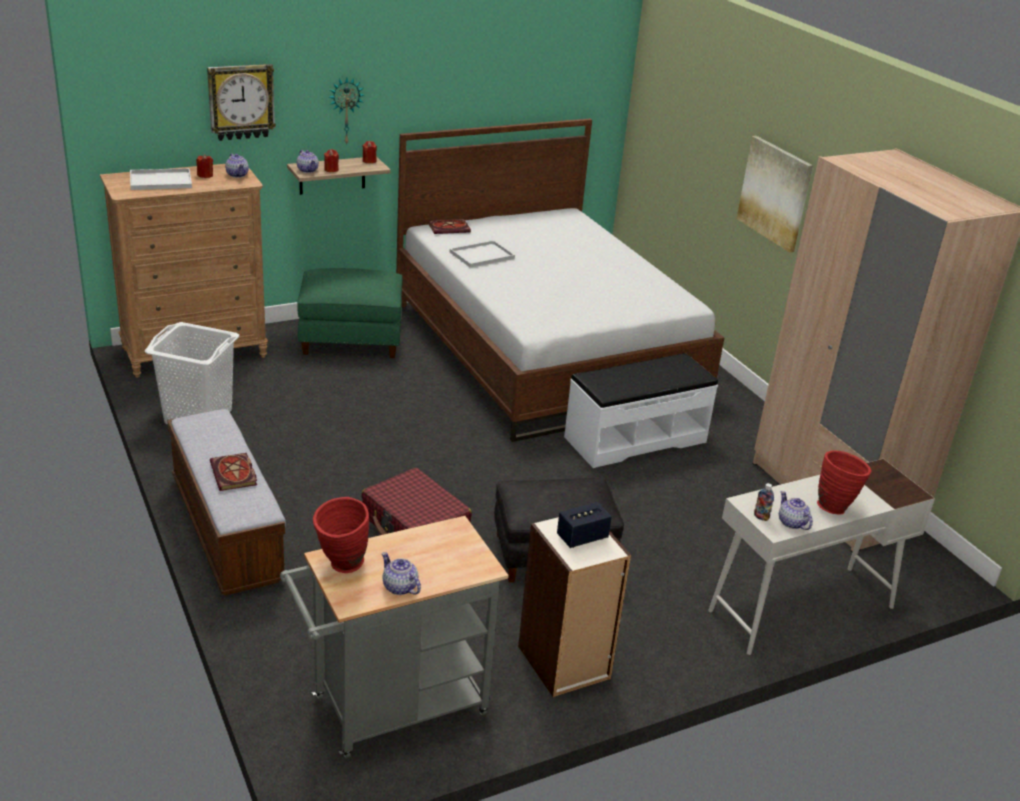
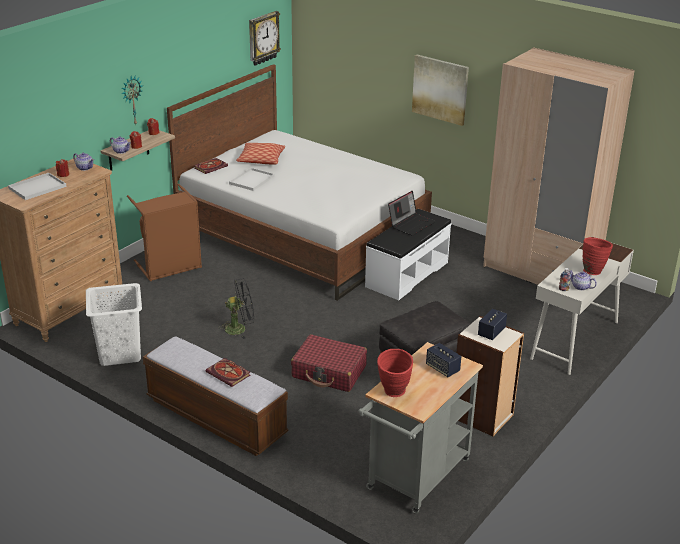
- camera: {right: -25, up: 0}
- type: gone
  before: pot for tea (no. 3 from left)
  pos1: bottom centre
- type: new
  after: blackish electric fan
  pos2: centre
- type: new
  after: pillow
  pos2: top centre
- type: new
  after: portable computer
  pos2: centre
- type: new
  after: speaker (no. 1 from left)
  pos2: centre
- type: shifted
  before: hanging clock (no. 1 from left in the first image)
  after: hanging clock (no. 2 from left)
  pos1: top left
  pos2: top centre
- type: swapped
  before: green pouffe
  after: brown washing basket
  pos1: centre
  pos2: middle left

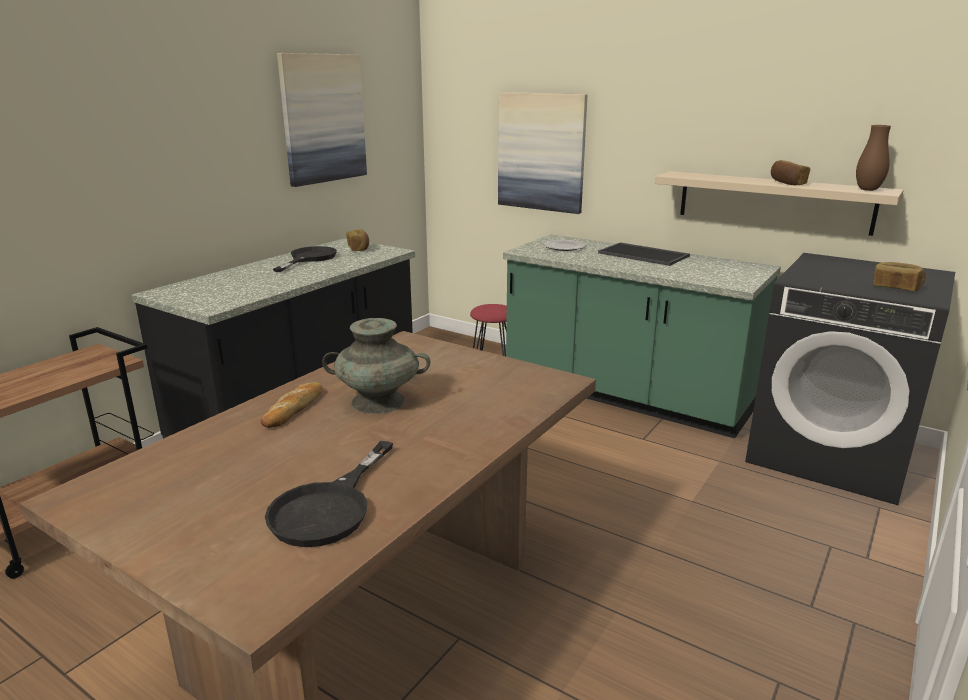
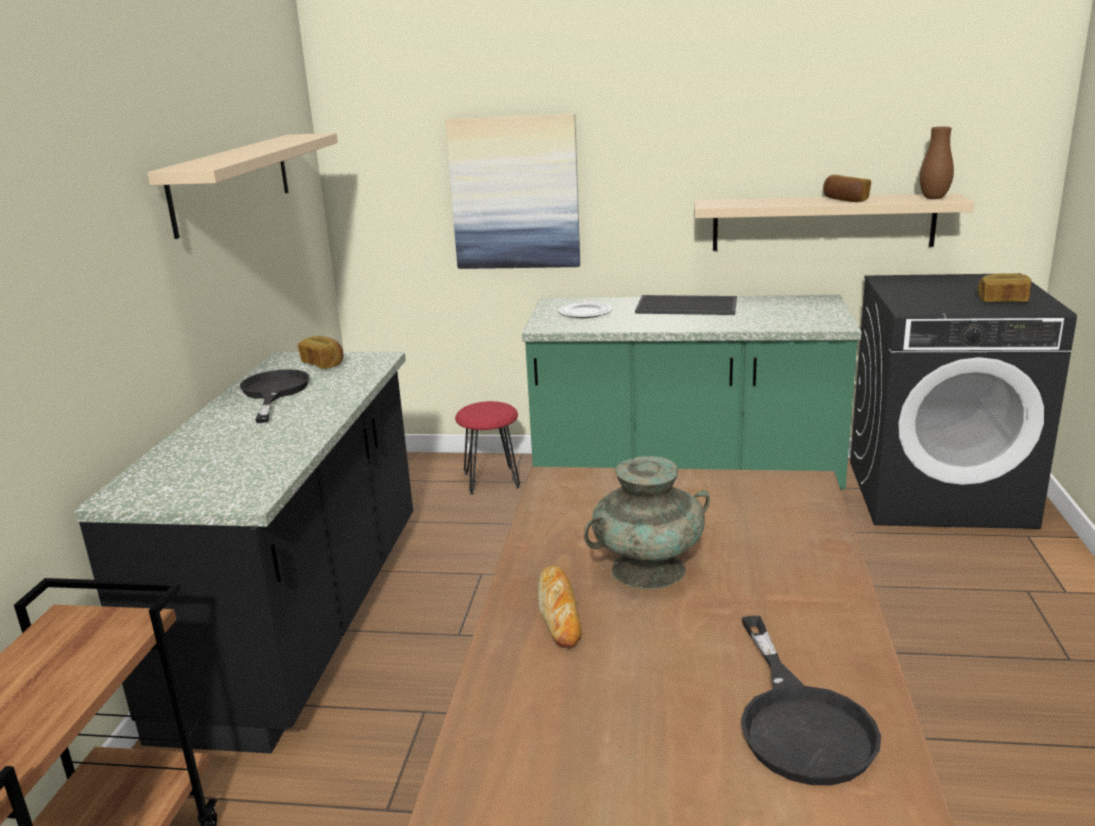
- camera: {right: -25, up: 0}
- type: swapped
  before: wall art (no. 1 from left)
  after: beige-coloured bracket shelf (no. 1 from left)
  pos1: top left
  pos2: top left

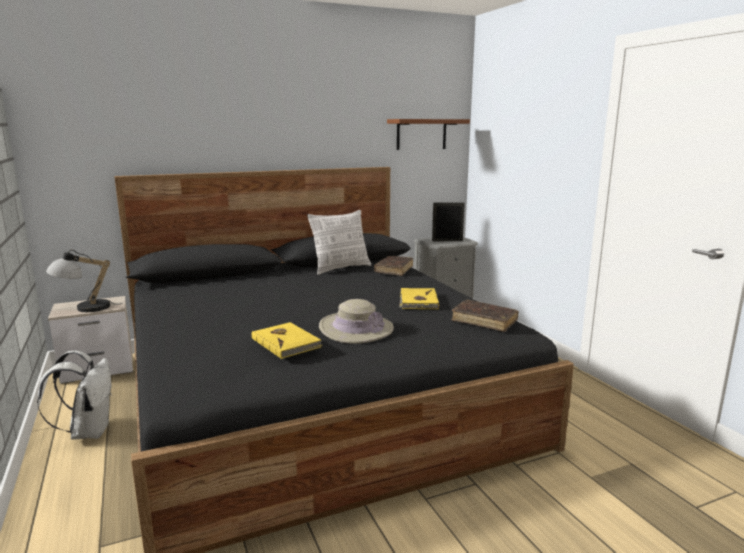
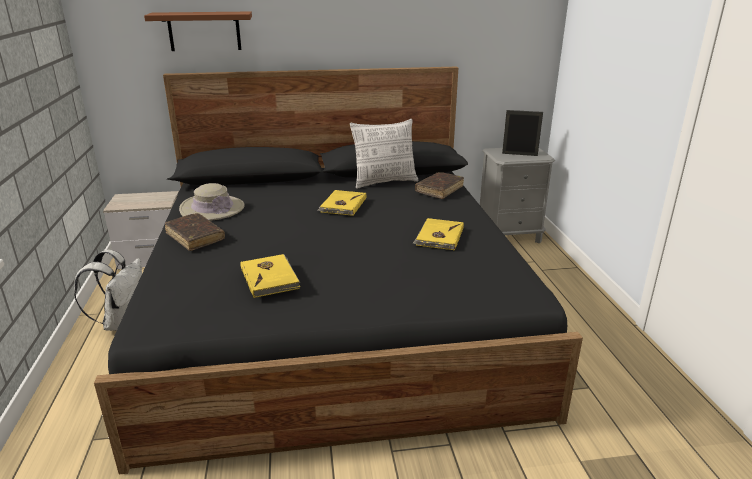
- camera: {right: 15, up: 10}
- type: gone
  before: lamp for a table
  pos1: middle left
- type: new
  after: yellow volume (no. 2 from left)
  pos2: centre
- type: shifted
  before: beige-coloured clothing hat
  pos1: centre
  pos2: middle left
- type: shifted
  before: brown bracket shelf
  pos1: top centre
  pos2: top left
- type: shifted
  before: brown volume (no. 2 from left in the first image)
  after: brown volume (no. 1 from left)
  pos1: centre
  pos2: middle left

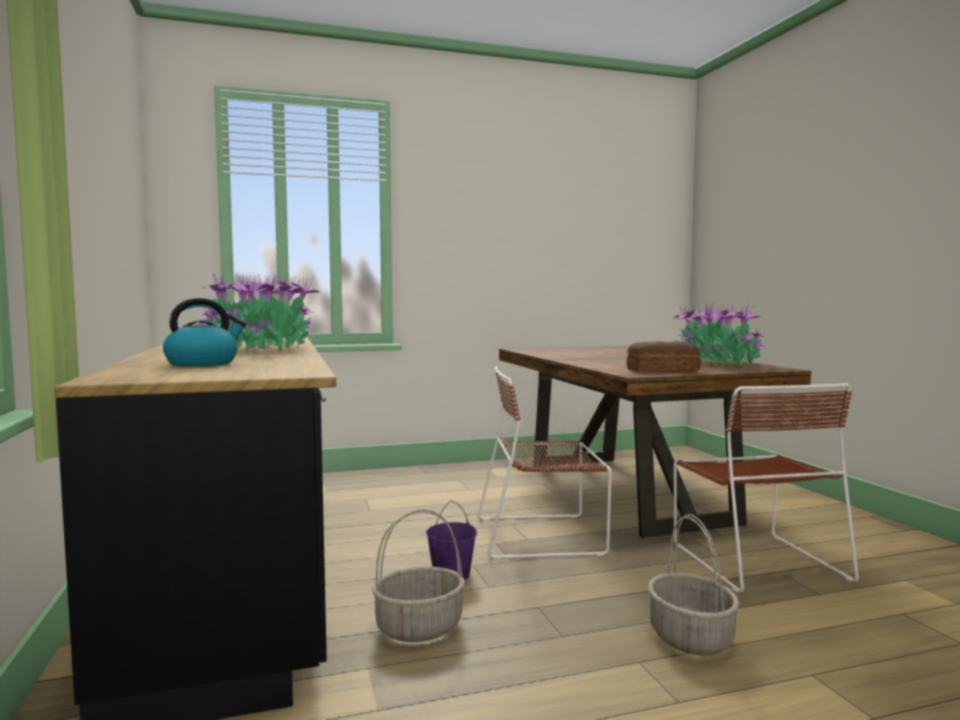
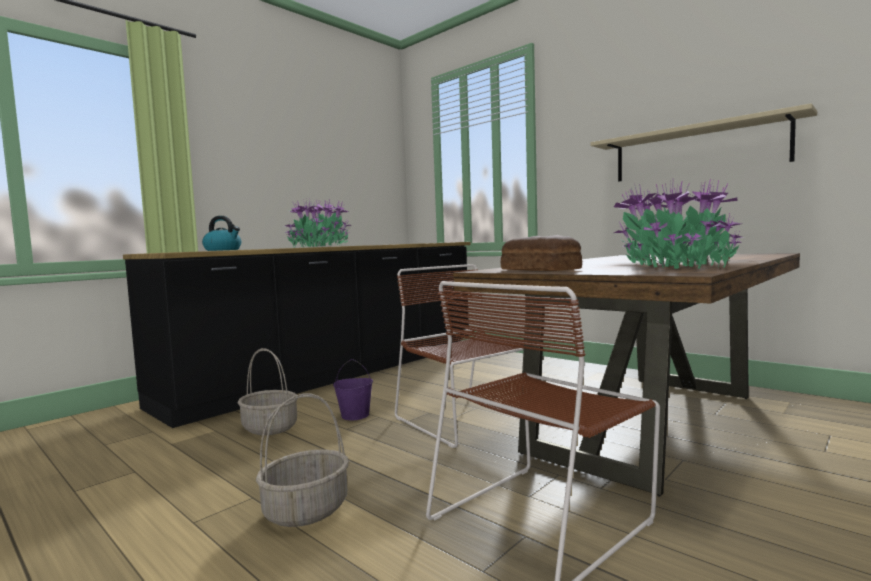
- camera: {right: 60, up: 0}
- type: new
  after: beige-coloured bracket shelf
  pos2: top right

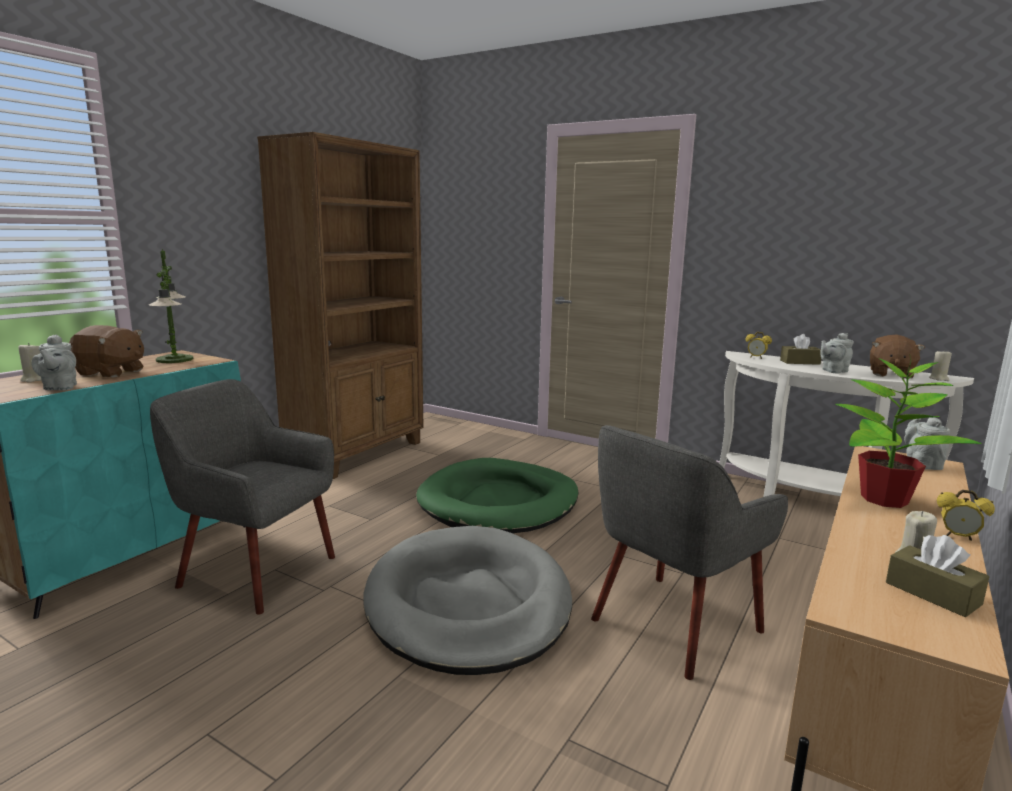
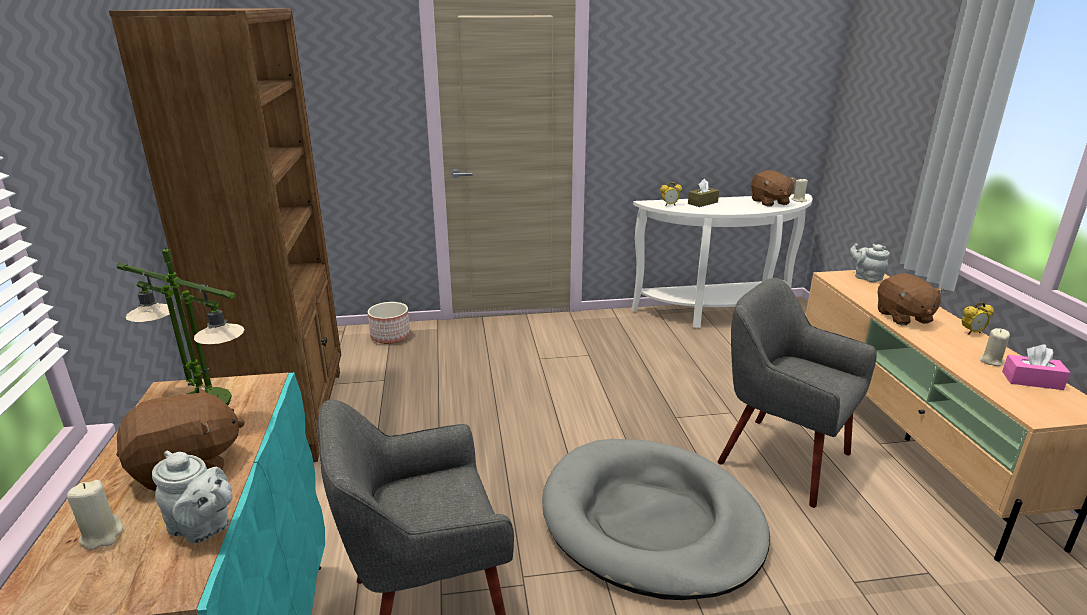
- camera: {right: -40, up: 10}
- type: gone
  before: green dog cushion
  pos1: centre
- type: gone
  before: grey pot for tea (no. 2 from left)
  pos1: middle right
- type: new
  after: planter
  pos2: centre
- type: swapped
  before: houseplant
  after: brown cuddly toy (no. 3 from left)
  pos1: middle right
  pos2: middle right
- type: repainted
  before: brown tissue holder (no. 2 from left)
  after: pink-coloured tissue holder
  pos1: bottom right
  pos2: middle right
- type: rotated
  before: grey lounge chair (no. 2 from left)
  pos1: bottom right
  pos2: middle right
  turn: 120

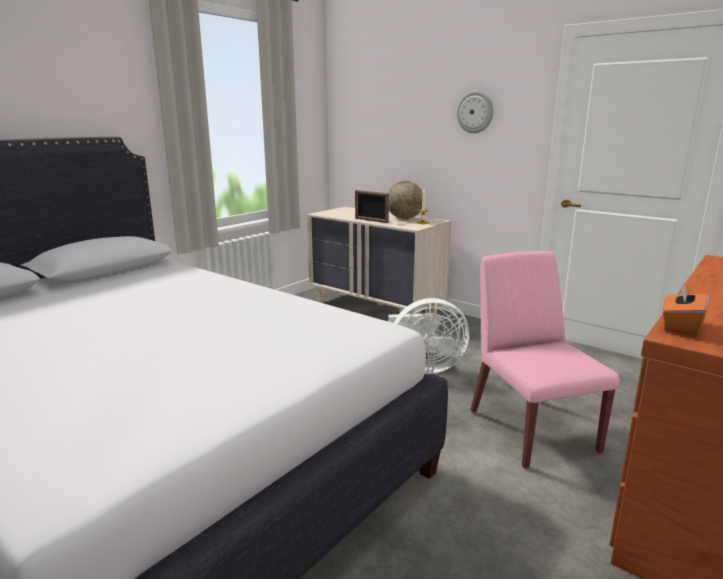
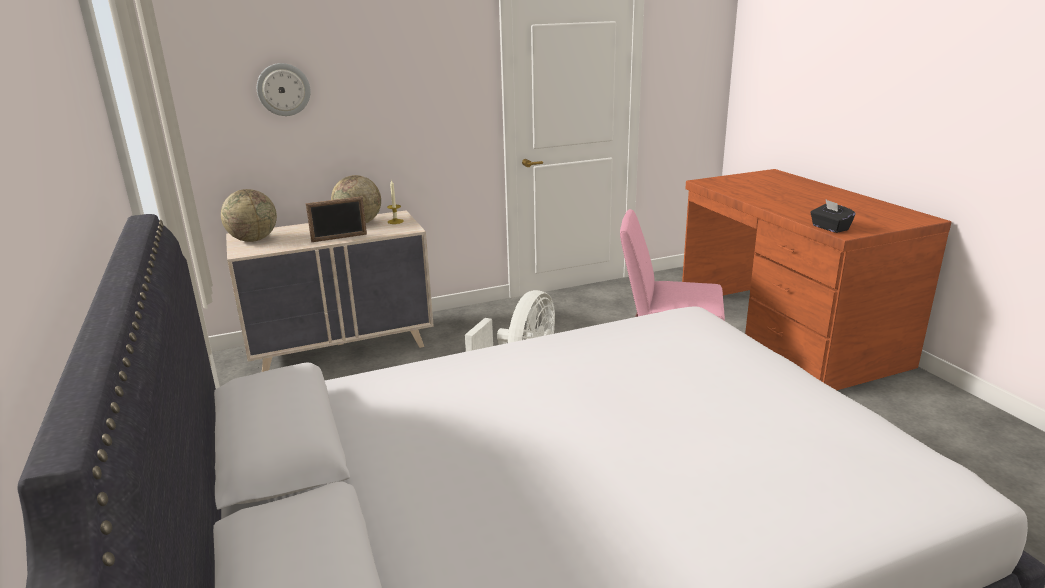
- camera: {right: -60, up: 5}
- type: new
  after: world globe (no. 1 from left)
  pos2: middle left
- type: shifted
  before: hanging clock
  pos1: top centre
  pos2: top left
- type: repainted
  before: orangey tissue holder
  after: blackish tissue holder
  pos1: middle right
  pos2: middle right

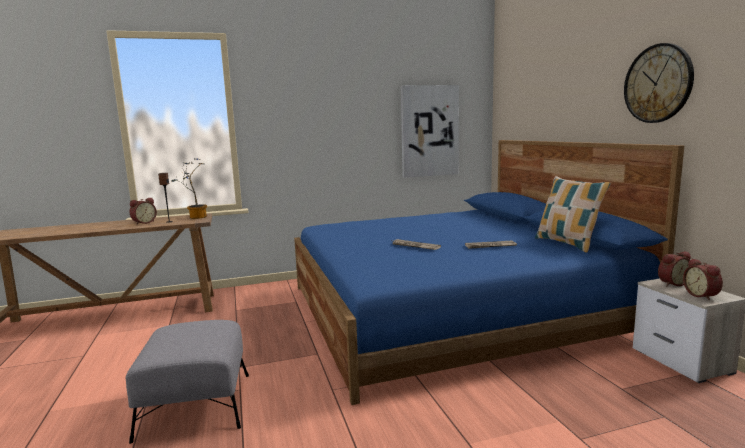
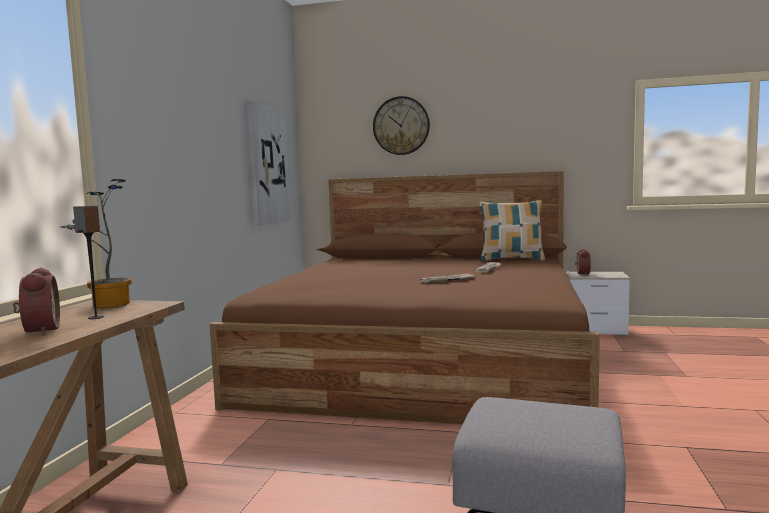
- camera: {right: -60, up: -5}
- type: gone
  before: bedside clock (no. 3 from left)
  pos1: middle right
- type: shifted
  before: hanging clock
  pos1: top right
  pos2: top centre
- type: repainted
  before: blue bedroom bed
  after: brown bedroom bed
  pos1: centre
  pos2: centre

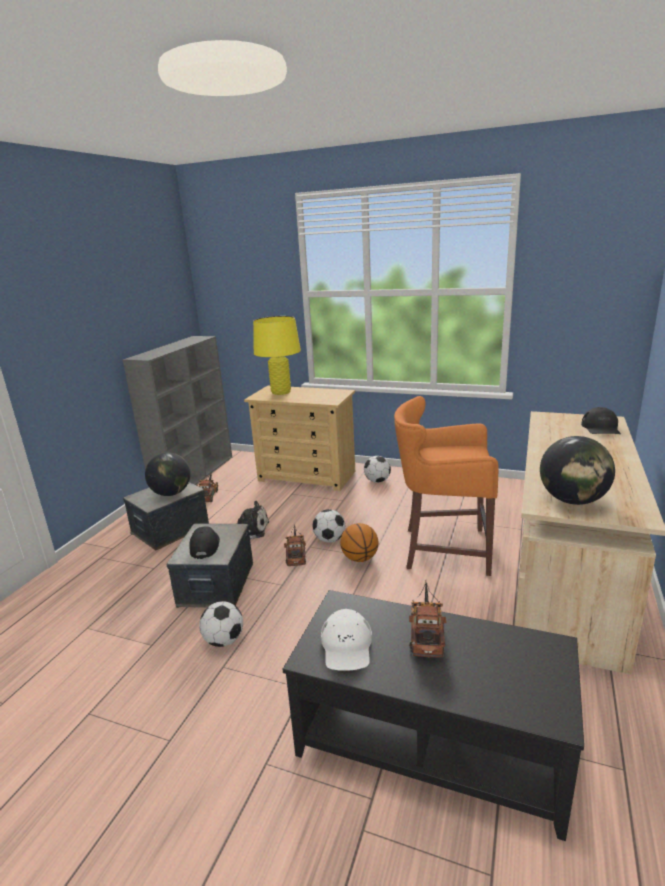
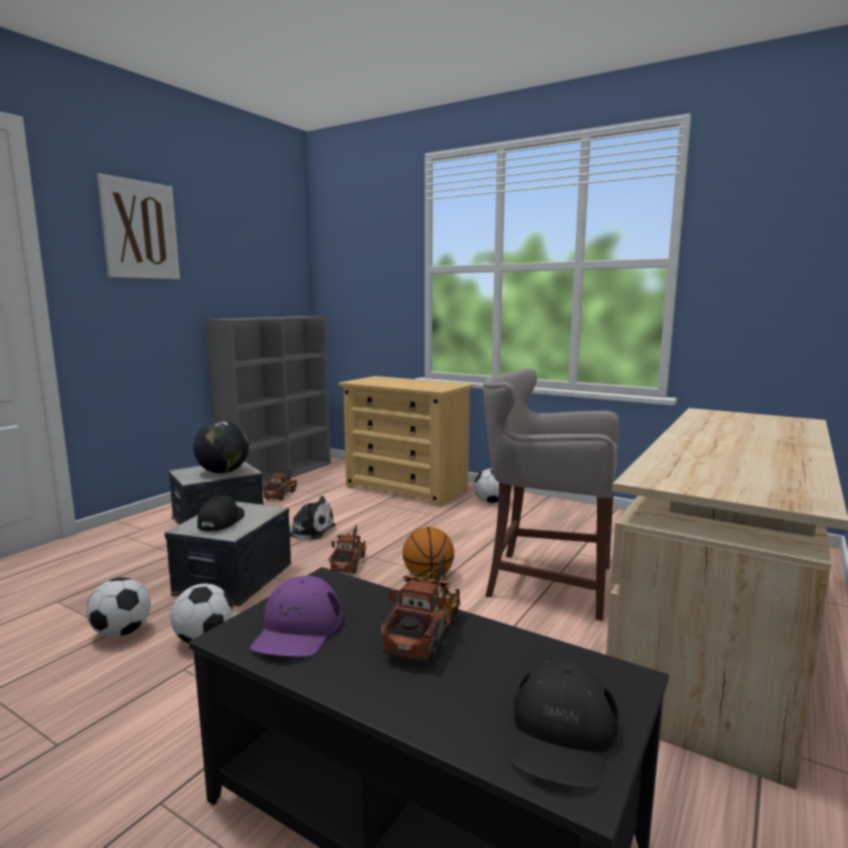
- camera: {right: 10, up: -10}
- type: gone
  before: yellow lamp for a table
  pos1: centre
- type: gone
  before: world globe (no. 2 from left)
  pos1: middle right
- type: new
  after: wall art
  pos2: top left
- type: shifted
  before: football ball (no. 2 from left in the first image)
  after: football ball (no. 1 from left)
  pos1: centre
  pos2: bottom left
- type: shifted
  before: blackish baseball cap (no. 2 from left)
  pos1: middle right
  pos2: bottom centre
- type: repainted
  before: whitish baseball cap
  after: purple-coloured baseball cap
  pos1: bottom centre
  pos2: bottom centre
- type: repainted
  before: orangey stool seat
  after: grey stool seat
  pos1: middle right
  pos2: centre

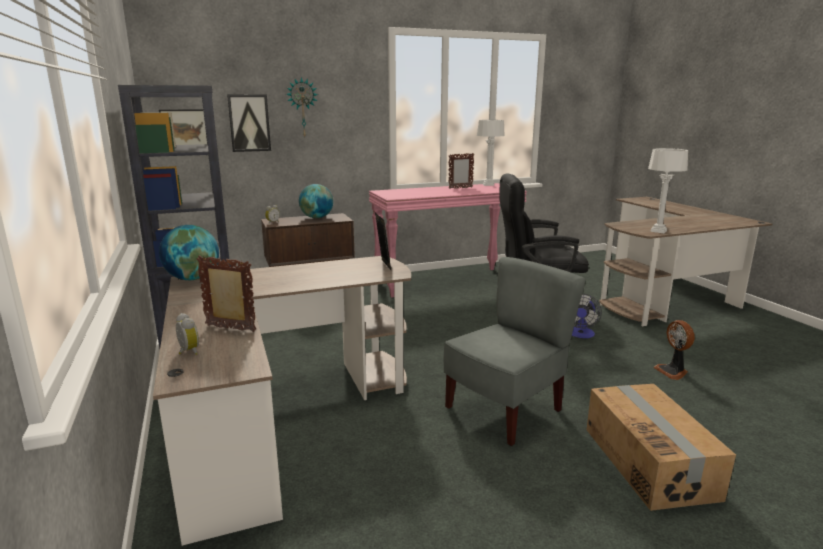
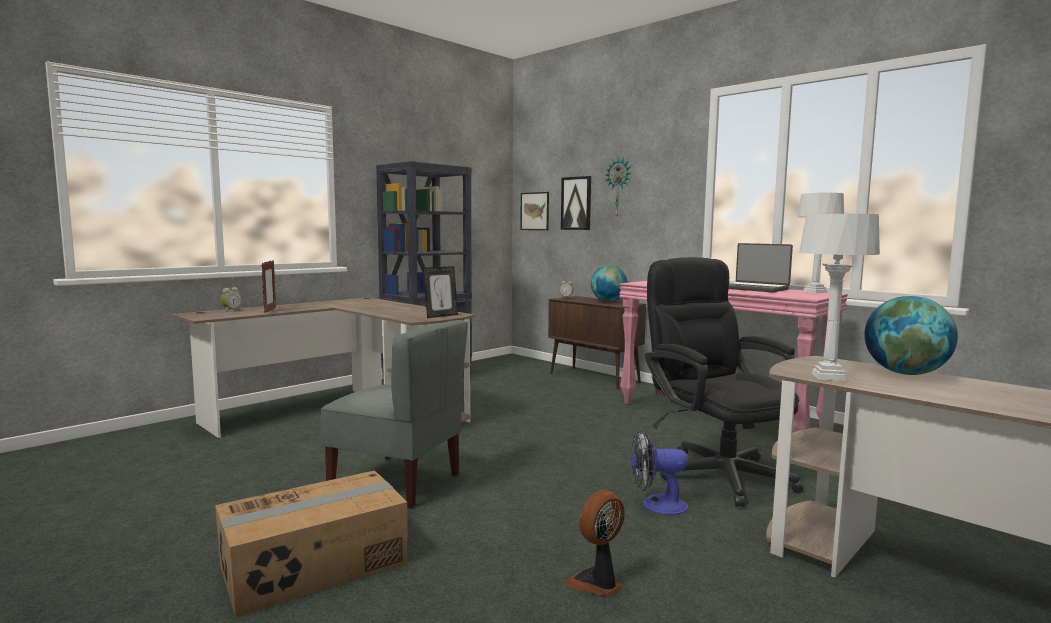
- camera: {right: 65, up: -10}
- type: shifted
  before: world globe (no. 1 from left in the first image)
  after: world globe (no. 2 from left)
  pos1: middle left
  pos2: middle right
- type: swapped
  before: photo frame (no. 3 from left)
  after: portable computer
  pos1: top centre
  pos2: middle right

